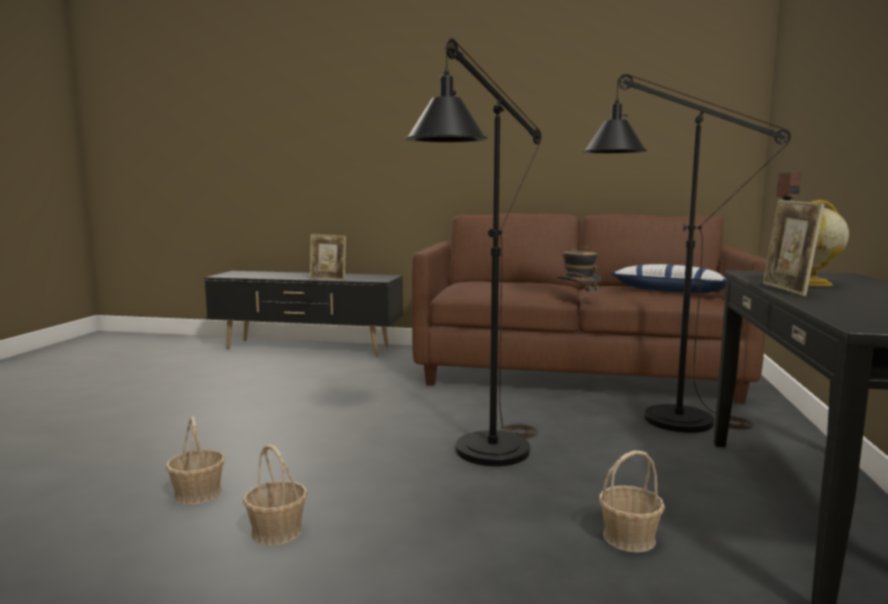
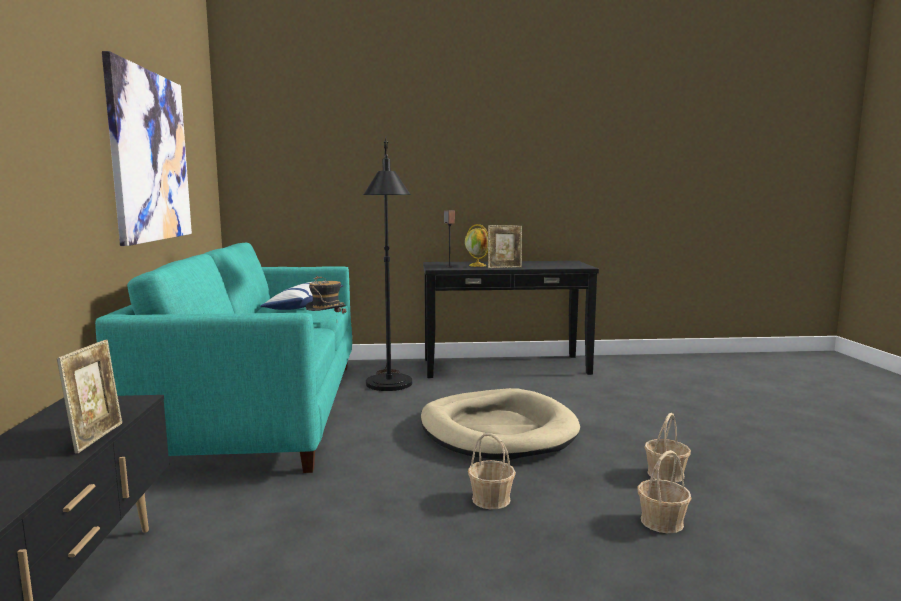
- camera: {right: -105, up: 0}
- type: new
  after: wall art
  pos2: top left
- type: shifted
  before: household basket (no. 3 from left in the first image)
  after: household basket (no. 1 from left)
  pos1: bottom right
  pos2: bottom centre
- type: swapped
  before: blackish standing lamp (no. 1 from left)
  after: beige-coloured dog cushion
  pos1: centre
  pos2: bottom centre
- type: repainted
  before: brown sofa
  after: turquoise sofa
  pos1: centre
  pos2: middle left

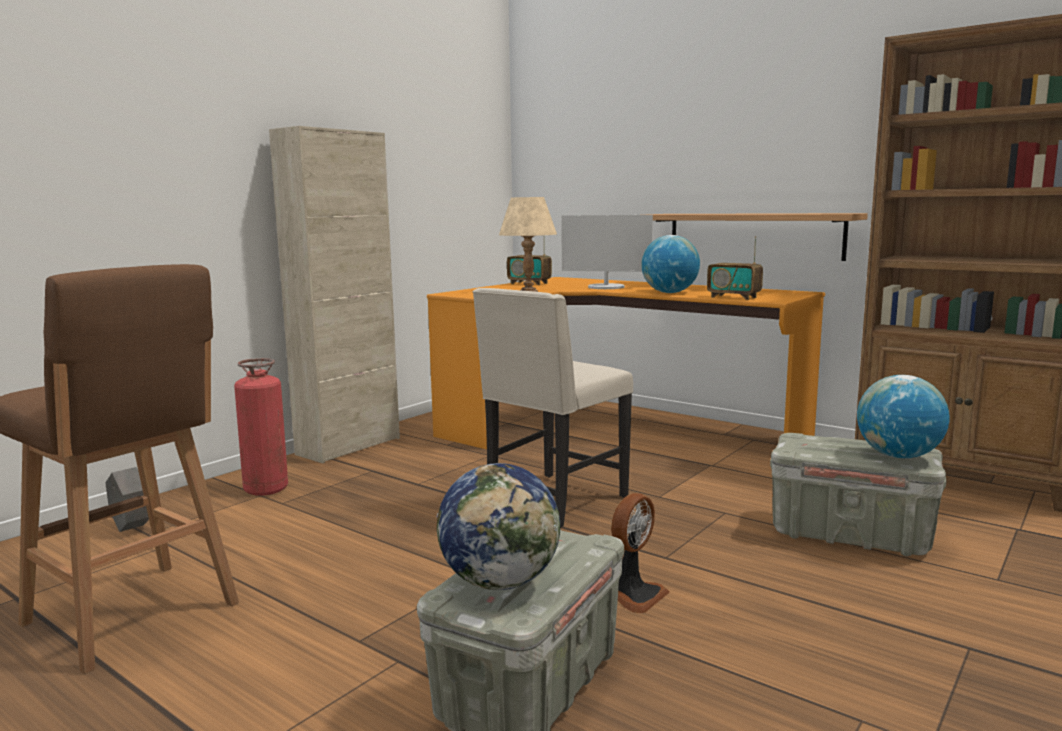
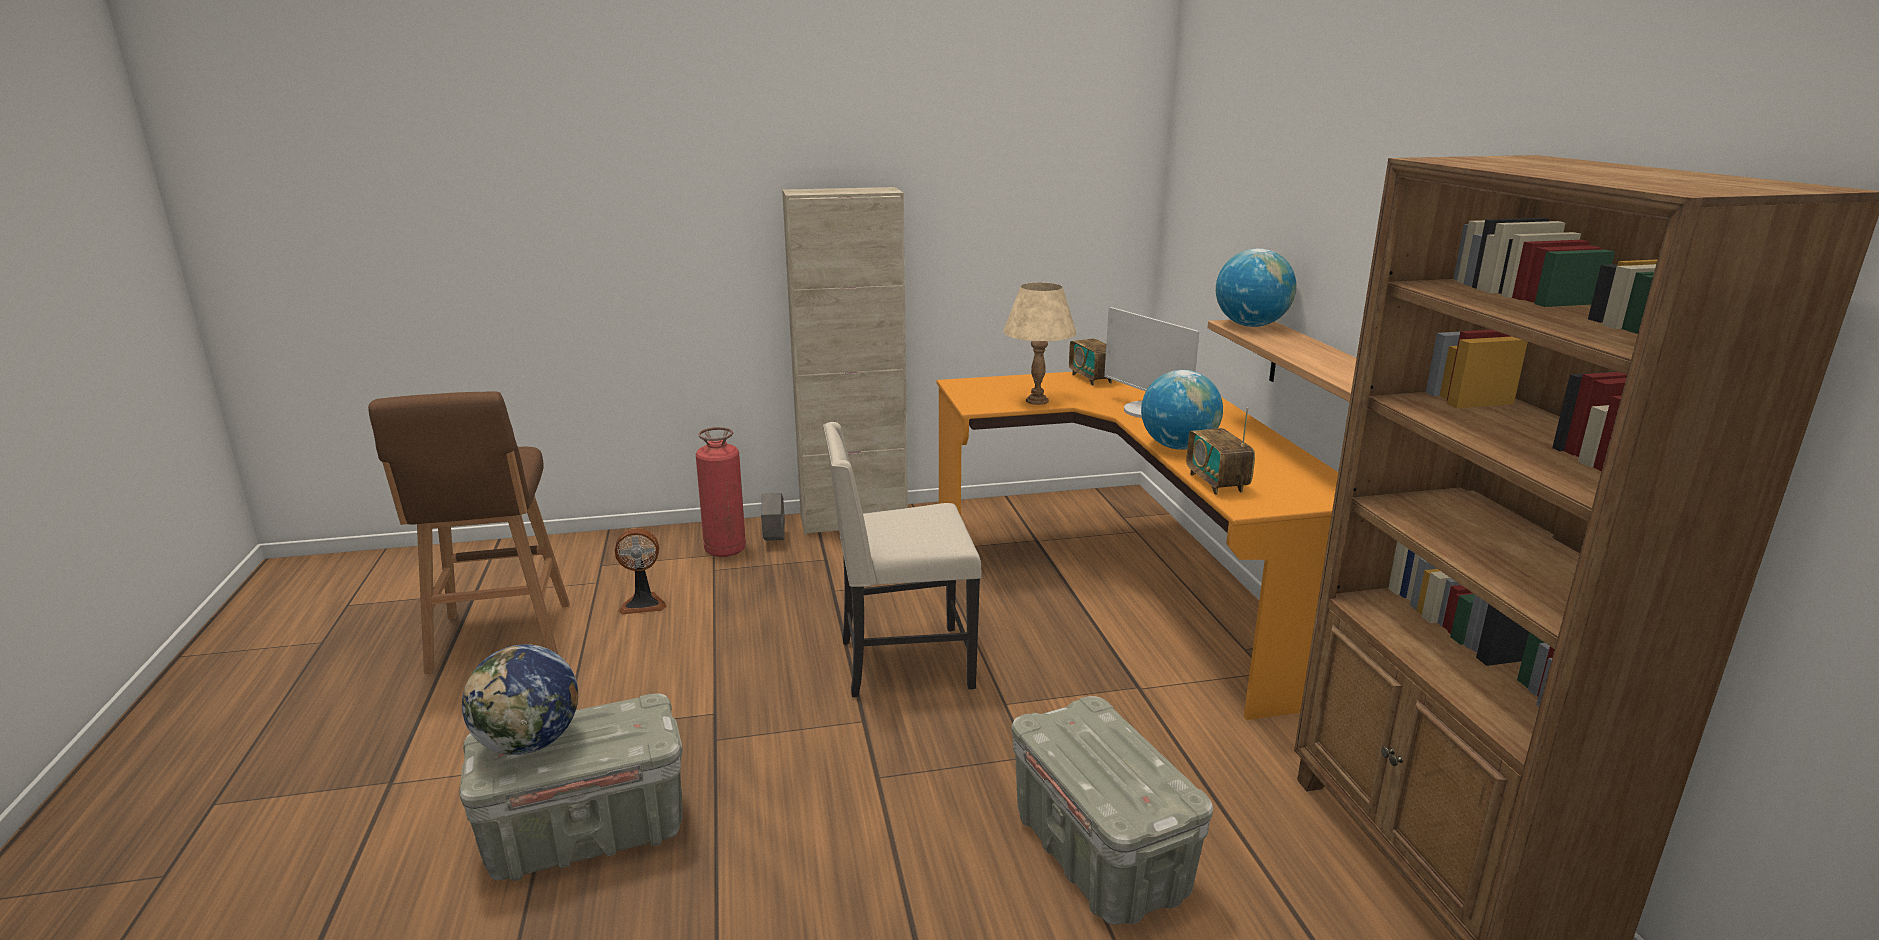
- camera: {right: 40, up: 10}
- type: shifted
  before: grey planter
  pos1: bottom left
  pos2: centre
- type: shifted
  before: electric fan
  pos1: bottom centre
  pos2: centre
- type: shifted
  before: world globe (no. 3 from left)
  pos1: middle right
  pos2: top right

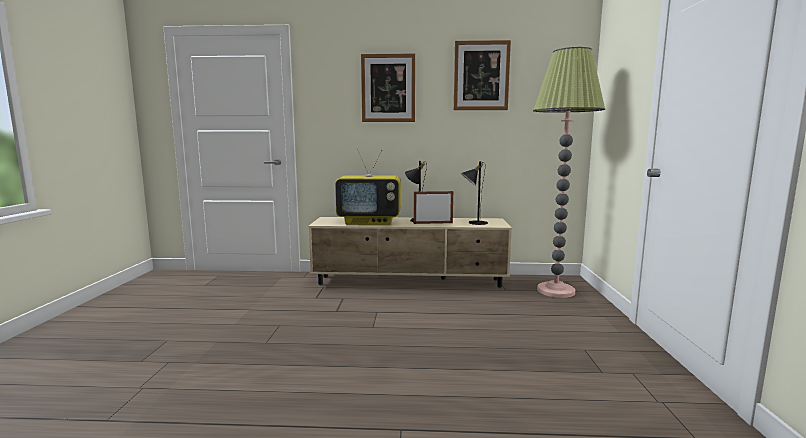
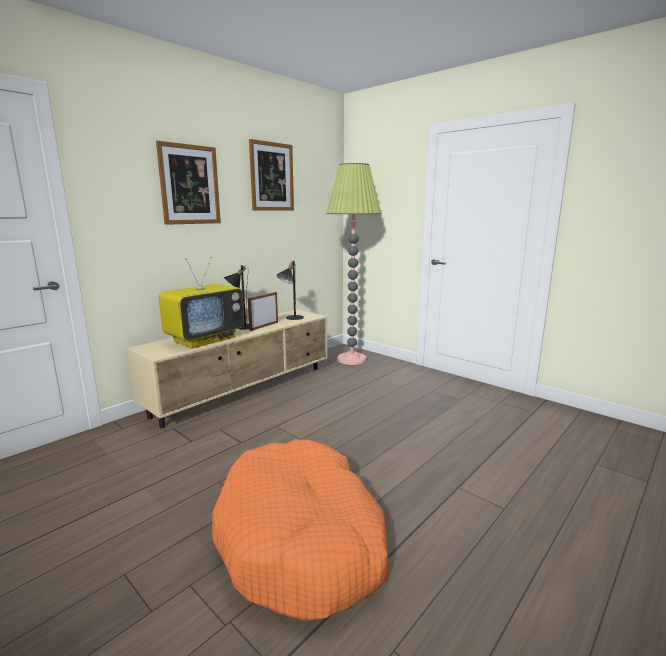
- camera: {right: -50, up: 5}
- type: new
  after: orangey dog cushion
  pos2: bottom centre

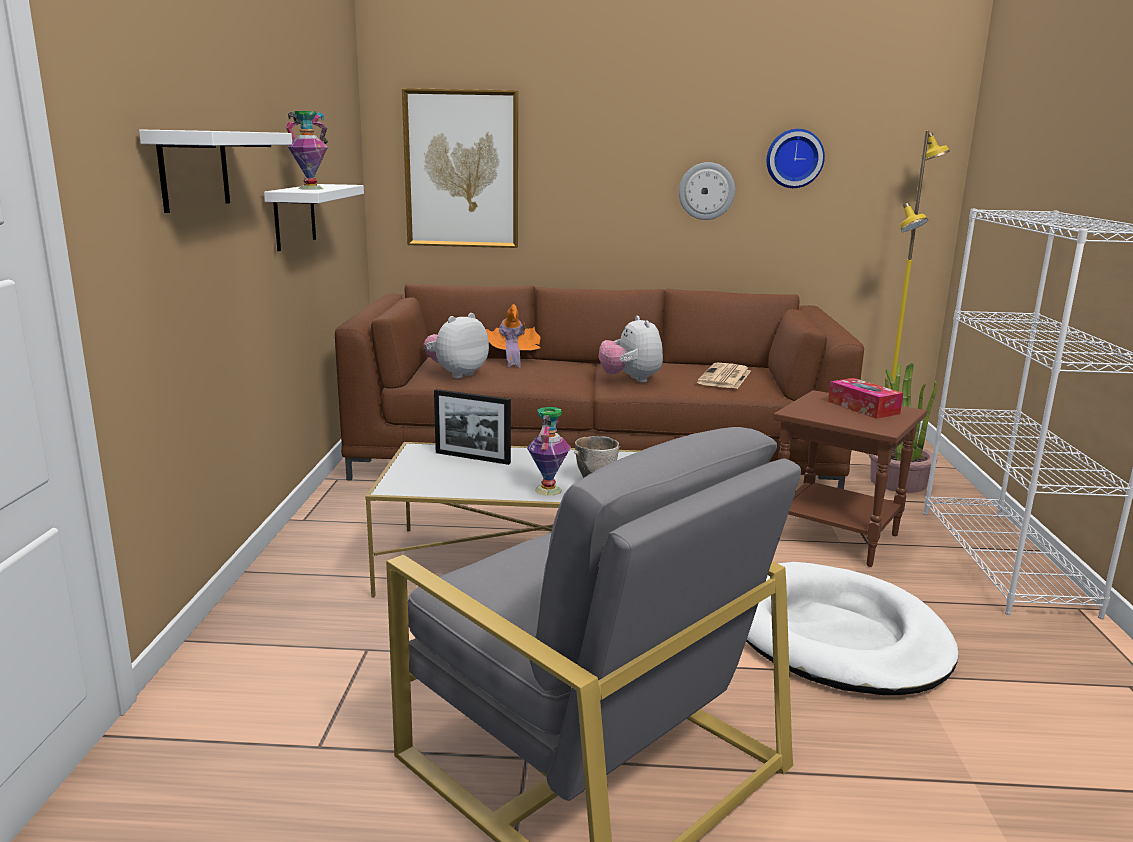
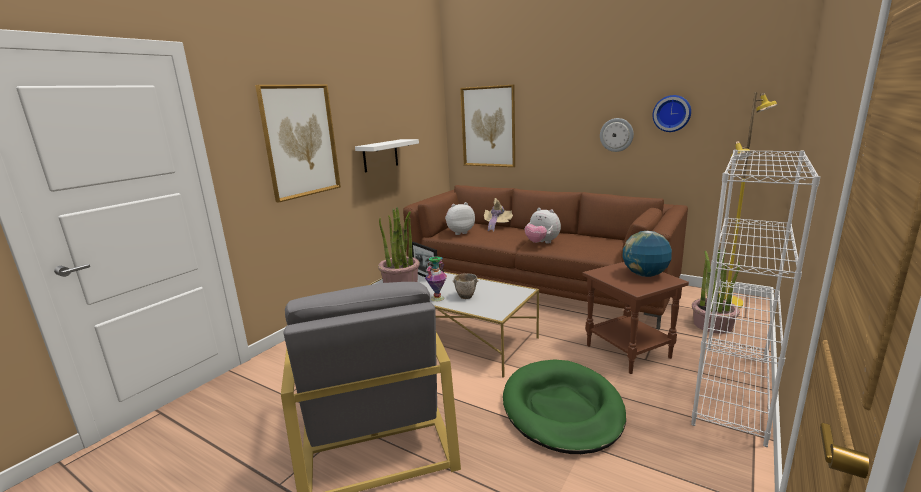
- camera: {right: 30, up: 0}
- type: gone
  before: flower vase (no. 1 from left)
  pos1: top left
- type: gone
  before: printed paper
  pos1: centre
- type: new
  after: houseplant (no. 1 from left)
  pos2: centre
- type: swapped
  before: whitish bracket shelf (no. 1 from left)
  after: wall art (no. 1 from left)
  pos1: top left
  pos2: top left
- type: swapped
  before: tissue holder
  after: world globe
  pos1: middle right
  pos2: middle right
- type: repainted
  before: orangey clothing hat
  after: beige-coloured clothing hat
  pos1: centre
  pos2: centre
- type: repainted
  before: whitish dog cushion
  after: green dog cushion
  pos1: bottom right
  pos2: bottom centre
- type: rotated
  before: cuddly toy (no. 2 from left)
  pos1: centre
  pos2: centre
  turn: -60

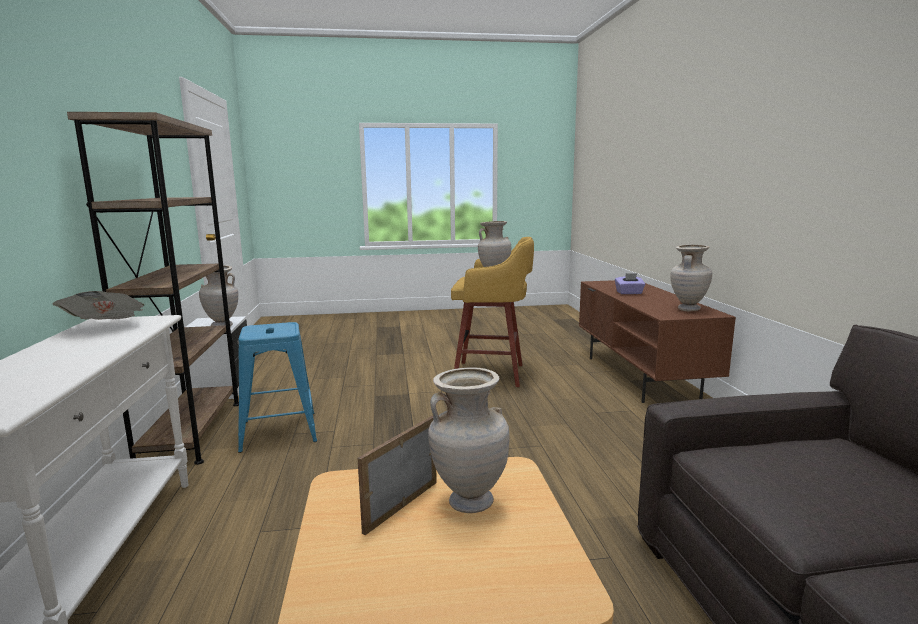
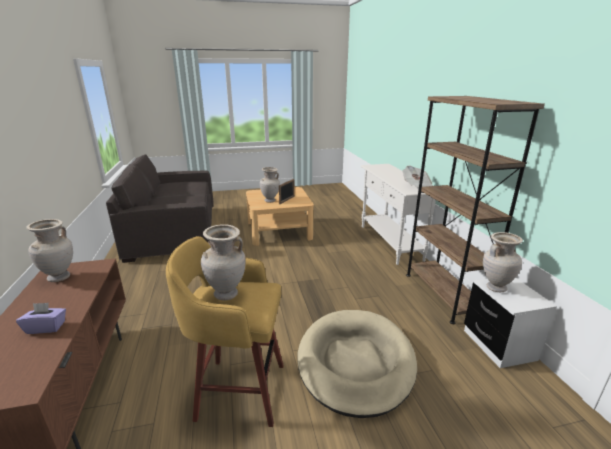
- camera: {right: 175, up: 10}
- type: gone
  before: blue stool seat
  pos1: middle left
- type: new
  after: beige-coloured dog cushion
  pos2: bottom centre

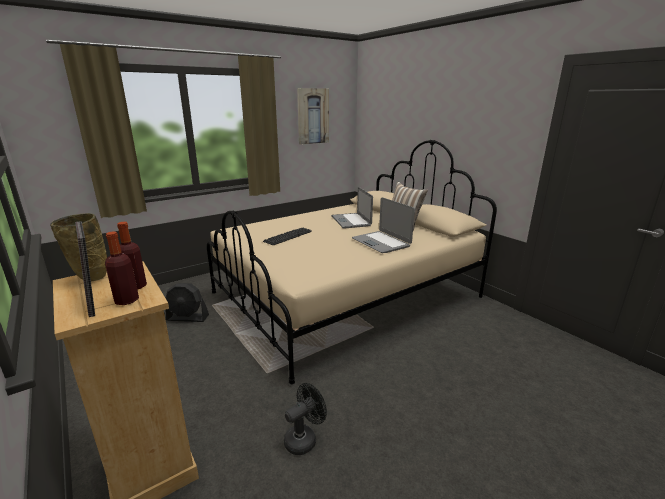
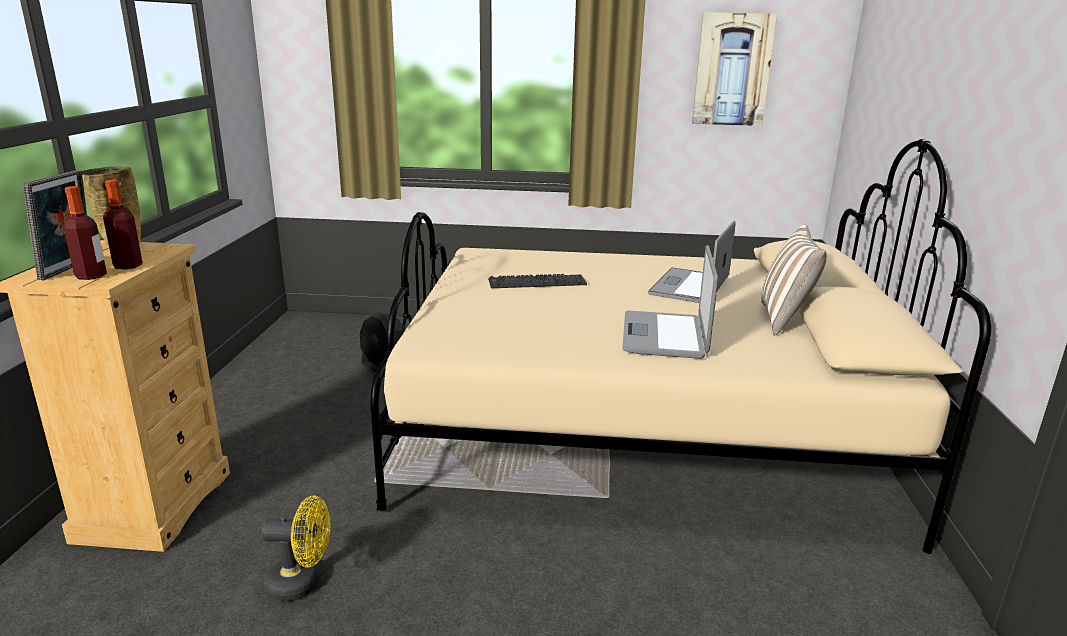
- camera: {right: 40, up: 0}
- type: repainted
  before: blackish electric fan (no. 2 from left)
  after: yellow electric fan
  pos1: bottom centre
  pos2: bottom left

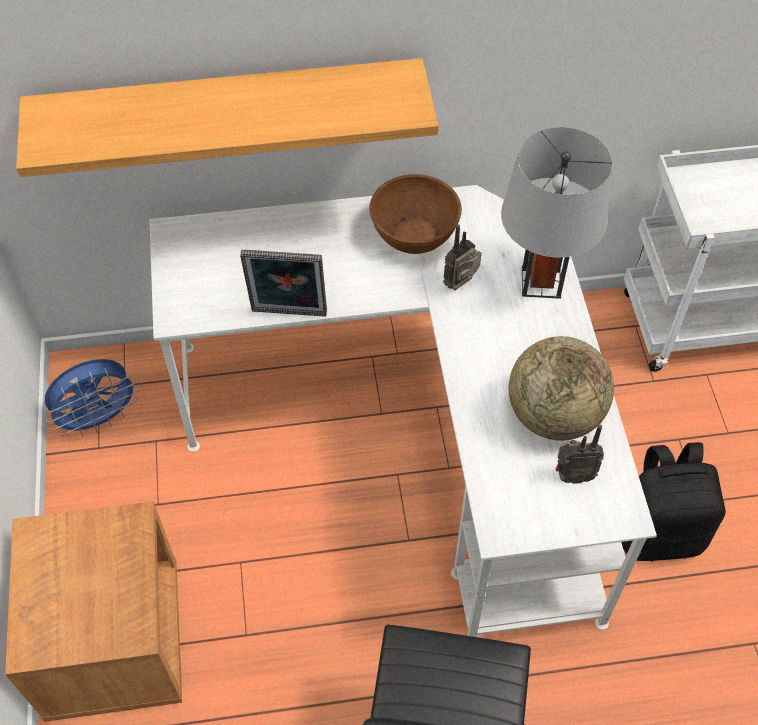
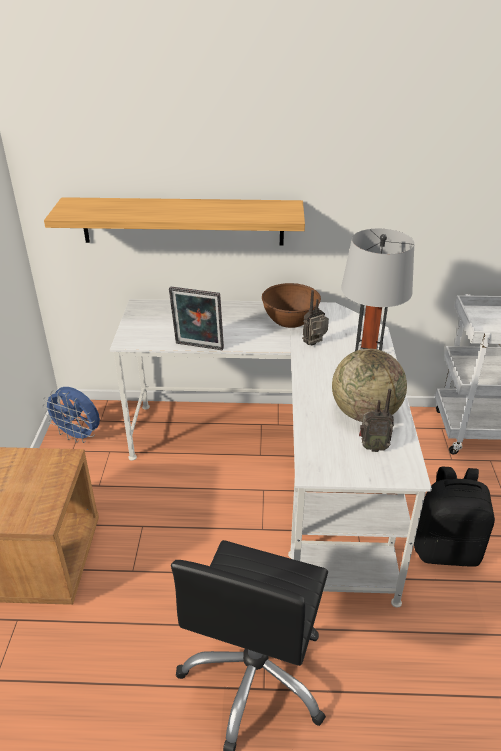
- camera: {right: 10, up: -20}
- type: rotated
  before: blue electric fan
  pos1: middle left
  pos2: middle left
  turn: 45

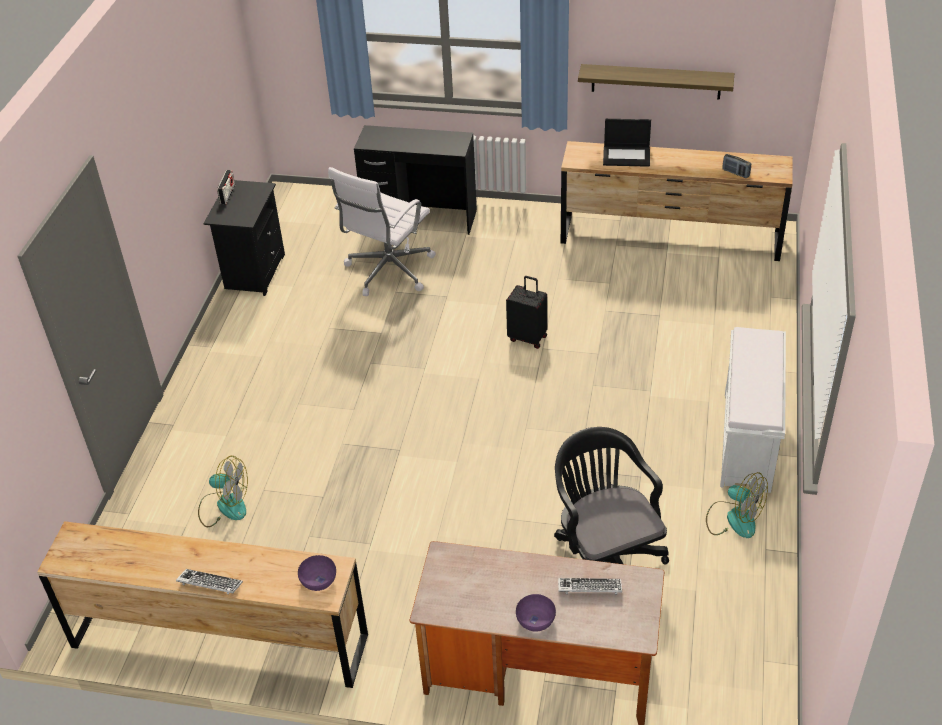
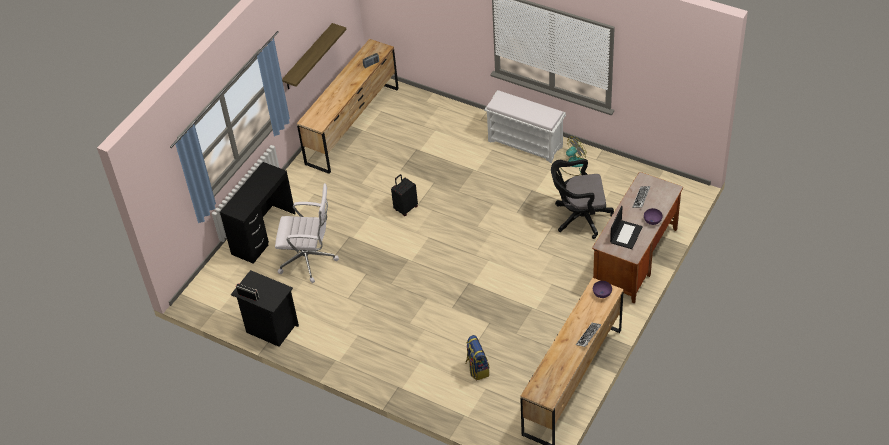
- camera: {right: -70, up: 5}
- type: shifted
  before: portable computer
  pos1: top centre
  pos2: middle right
- type: swapped
  before: electric fan (no. 1 from left)
  after: rucksack
  pos1: bottom left
  pos2: bottom centre
- type: rotated
  before: whitish desk chair
  pos1: top centre
  pos2: centre
  turn: -45

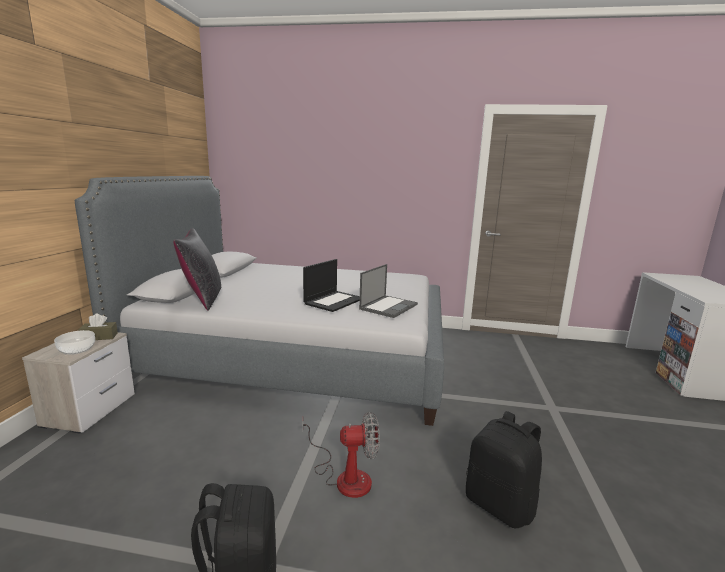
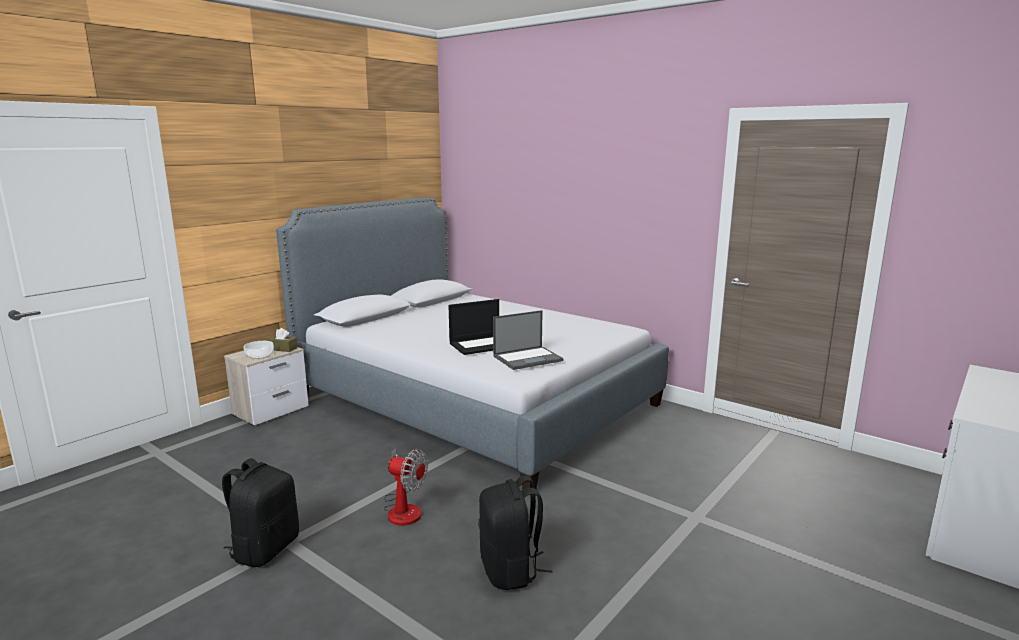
- camera: {right: 30, up: 0}
- type: gone
  before: blackish pillow
  pos1: middle left

